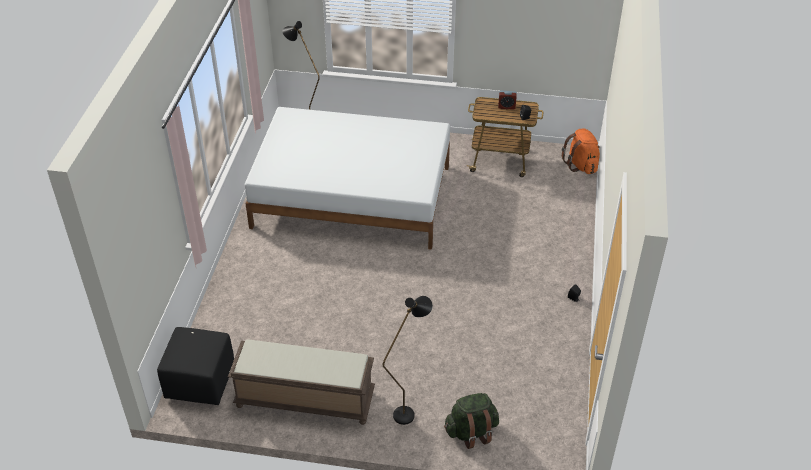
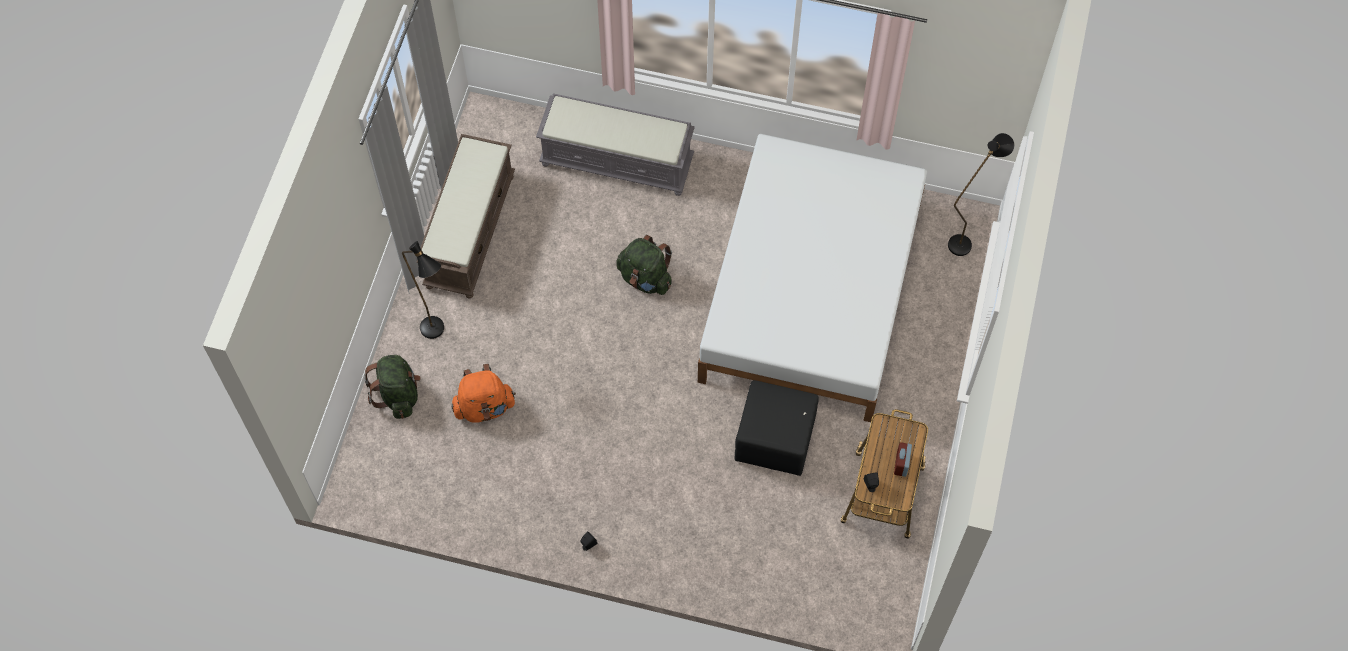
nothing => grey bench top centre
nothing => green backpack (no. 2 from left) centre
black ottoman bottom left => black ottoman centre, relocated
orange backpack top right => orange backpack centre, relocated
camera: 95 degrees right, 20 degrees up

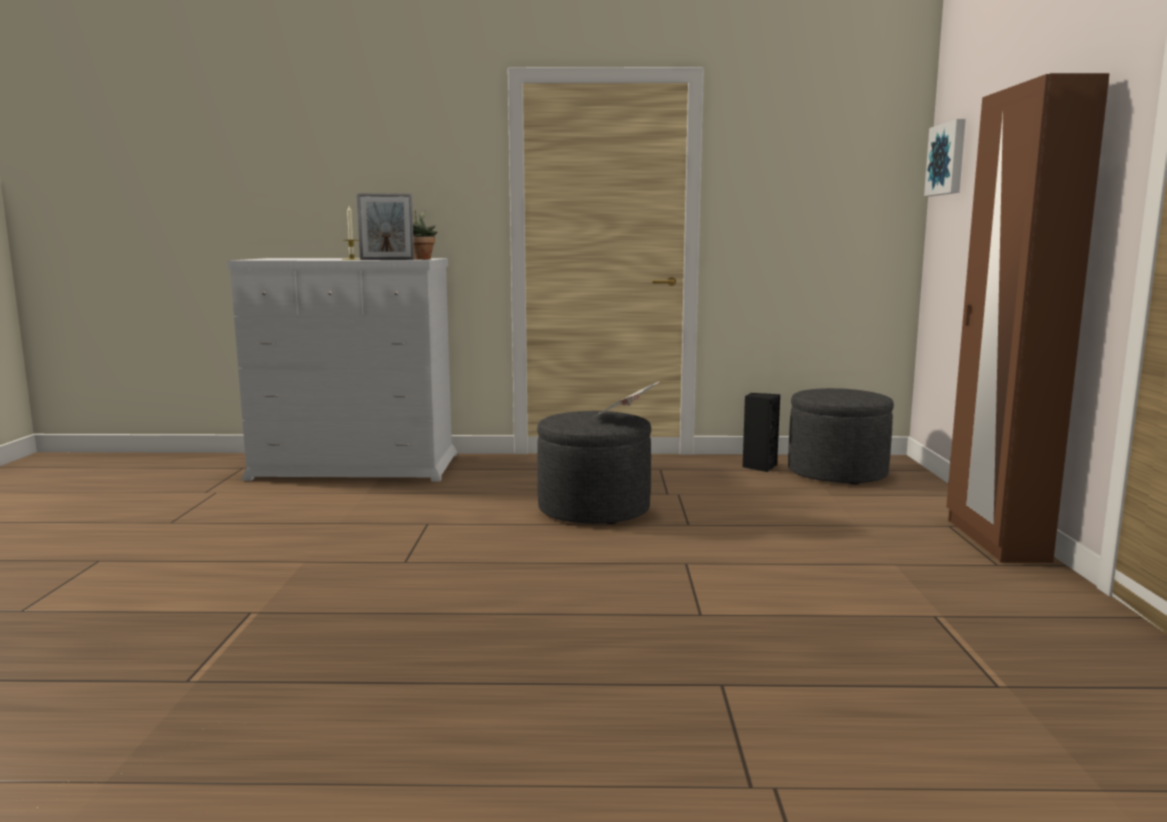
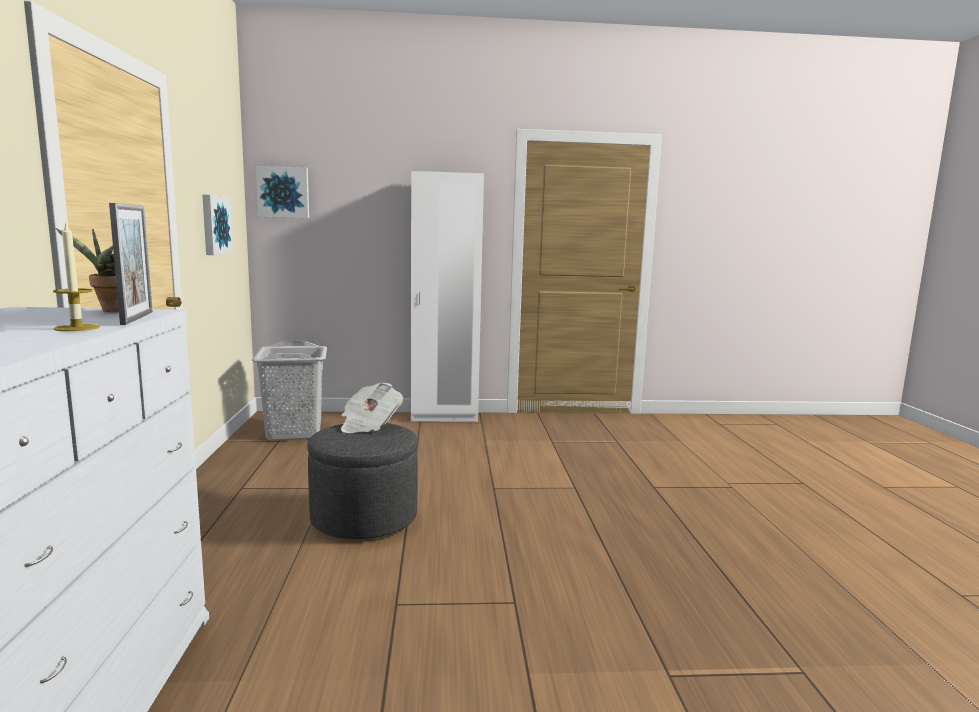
black speaker centre => nothing
nothing => picture (no. 1 from left) top left
grey ottoman (no. 2 from left) middle right => grey laundry basket middle left
brown wardrobe middle right => white wardrobe centre
camera: 95 degrees left, 0 degrees up

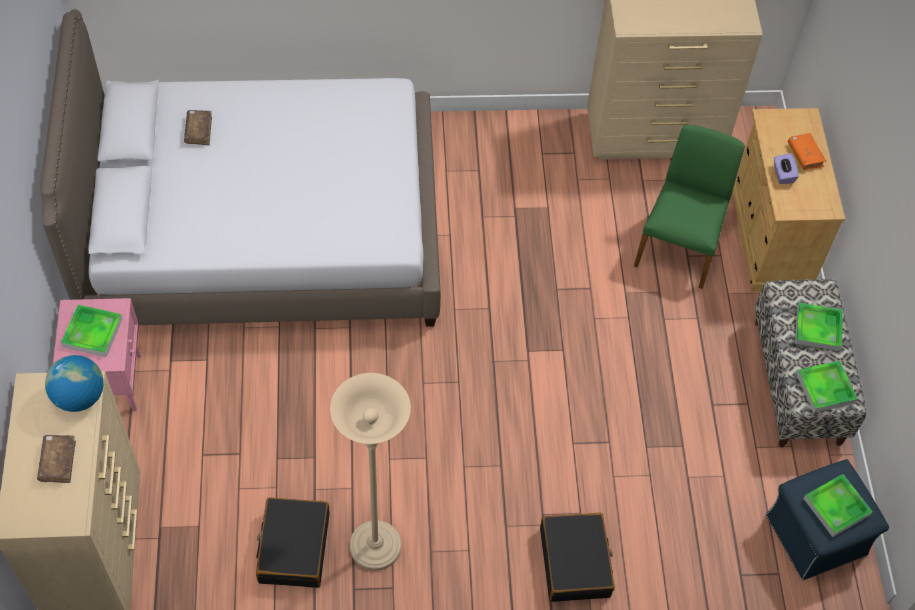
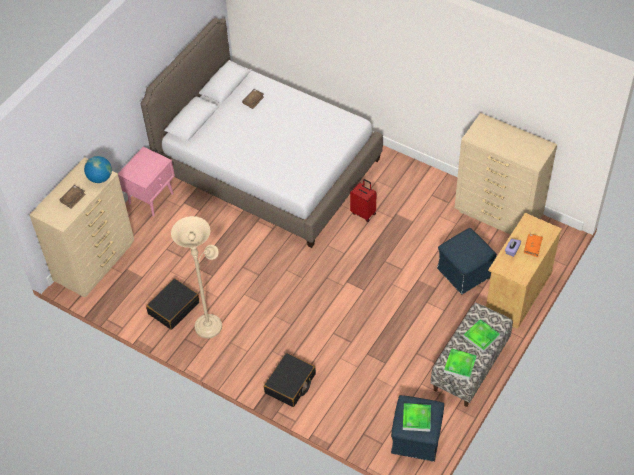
tray (no. 1 from left) middle left => nothing
nothing => red suitcase centre
green chair middle right => blue ottoman (no. 2 from left) middle right
camera: 40 degrees right, 5 degrees down

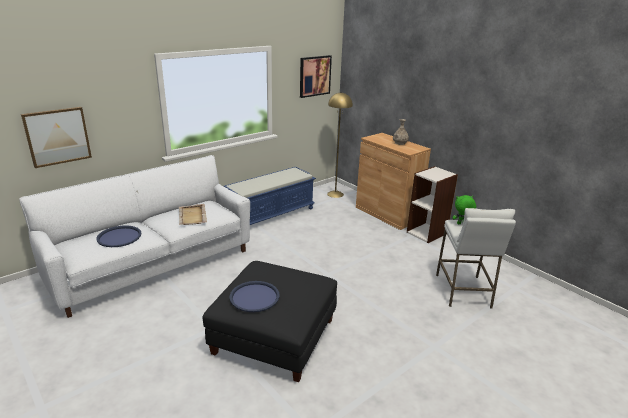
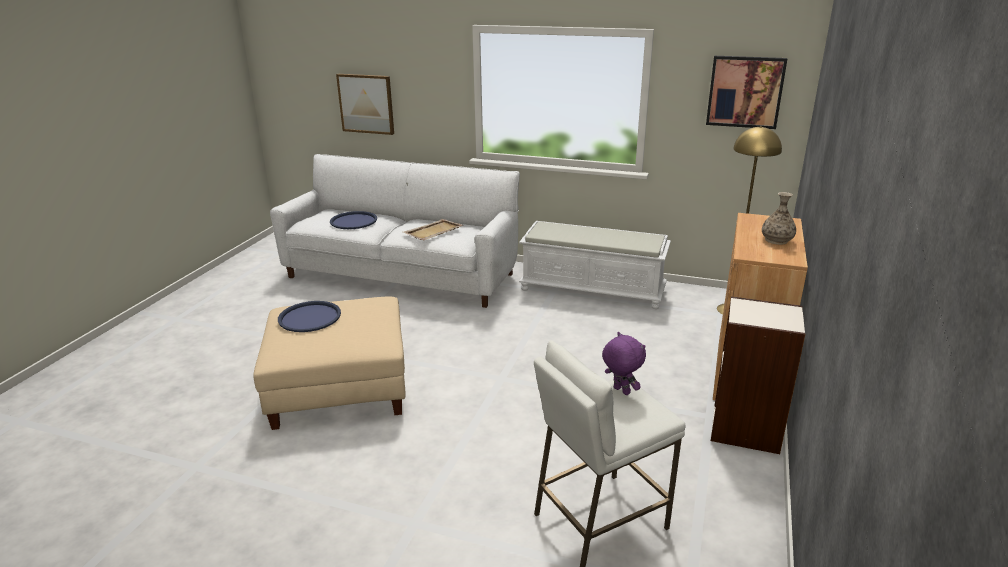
black ottoman bottom centre => beige ottoman middle left
blue bench centre => white bench centre
green plush toy middle right => purple plush toy centre
camera: 60 degrees right, 0 degrees up

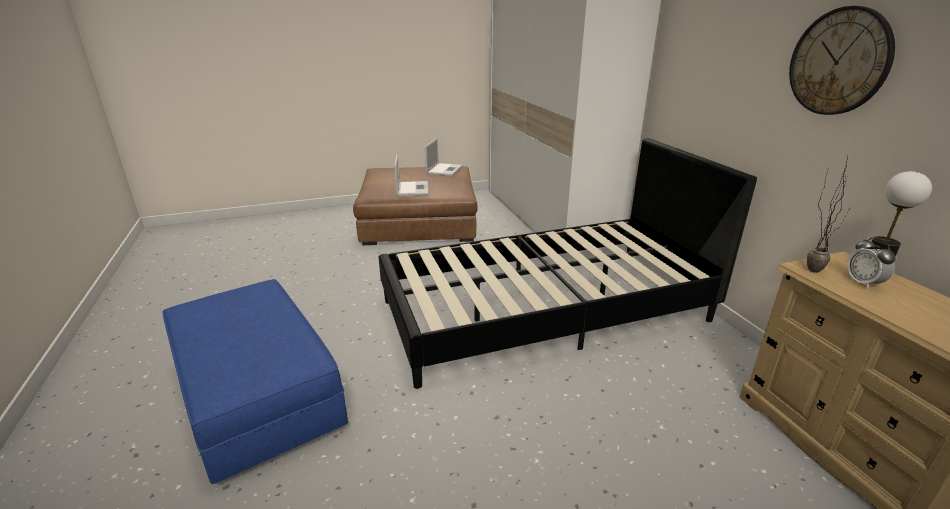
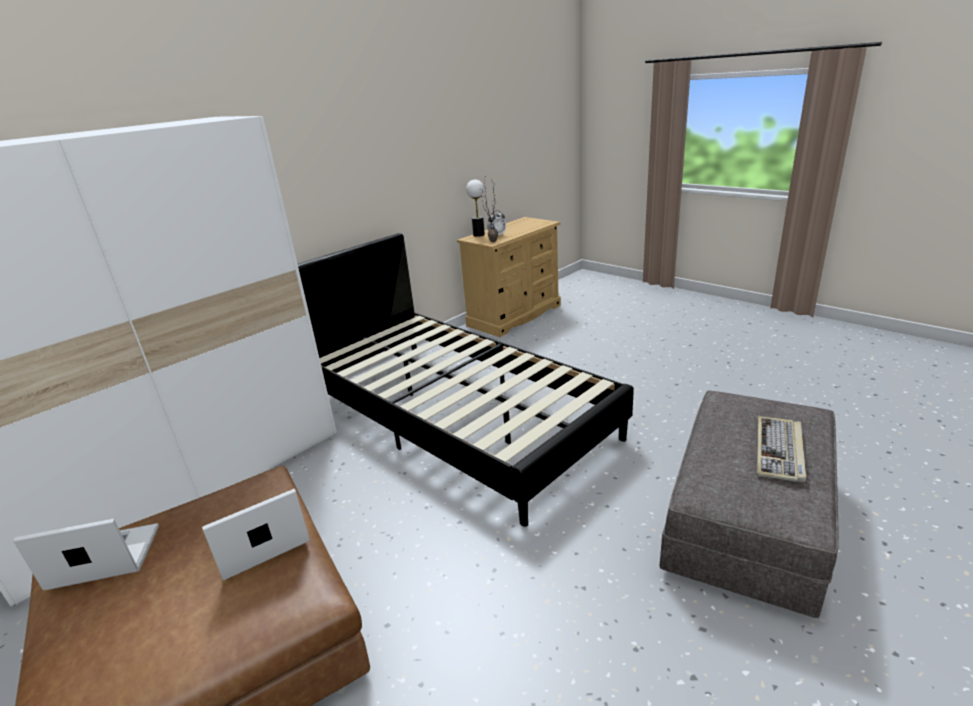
wall clock top right => nothing
nothing => keyboard middle right
blue ottoman bottom left => grey ottoman bottom right
camera: 115 degrees left, 0 degrees up

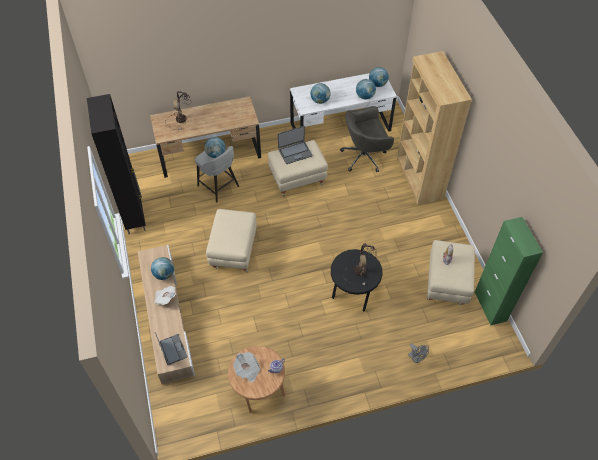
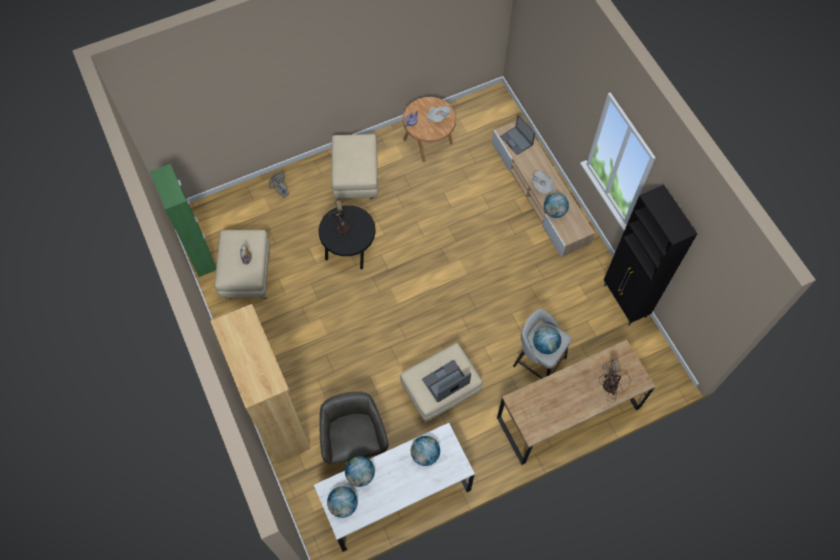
beige ottoman (no. 1 from left in the first image) centre => beige ottoman (no. 2 from left) top centre, relocated
grey office chair top centre => grey office chair bottom centre, 75 degrees counterclockwise
camera: 170 degrees right, 10 degrees up

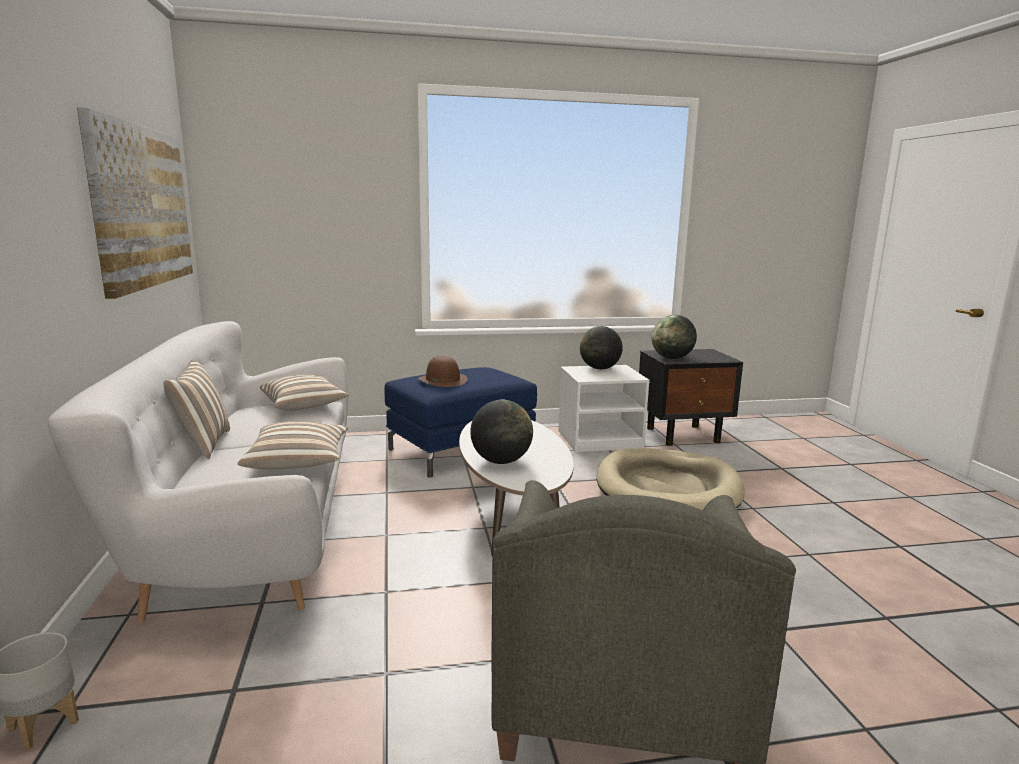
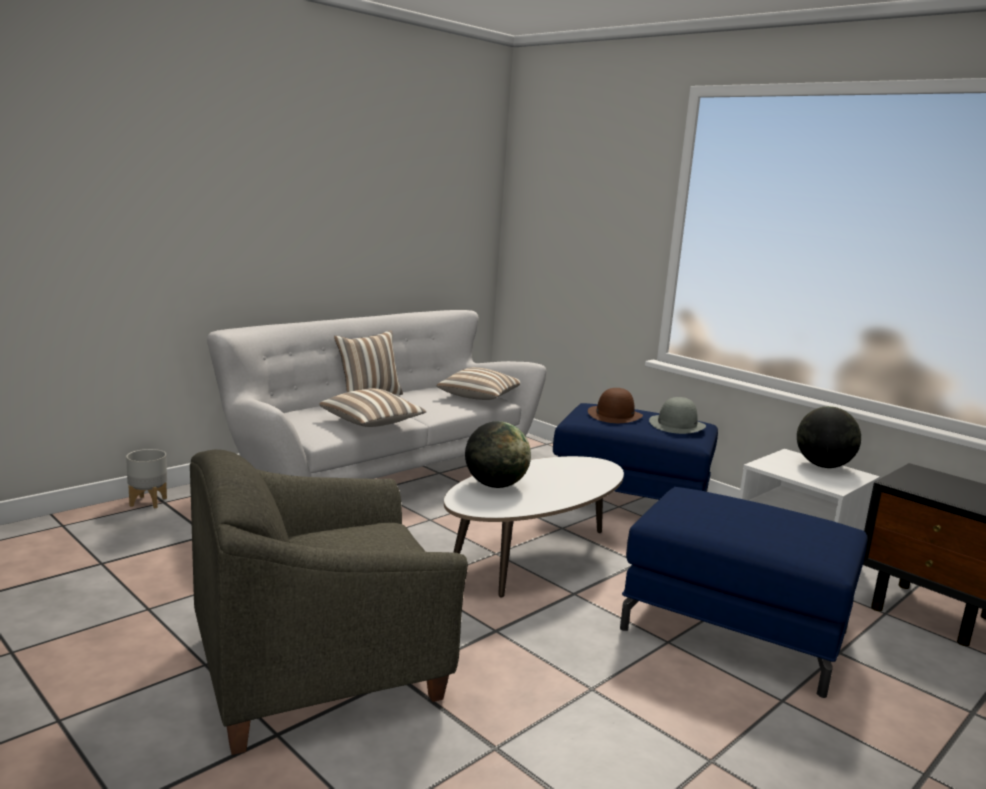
picture top left => nothing
globe (no. 3 from left) centre => nothing
nothing => grey hat middle right
beige dog bed centre => blue ottoman (no. 2 from left) bottom right
camera: 55 degrees right, 0 degrees up

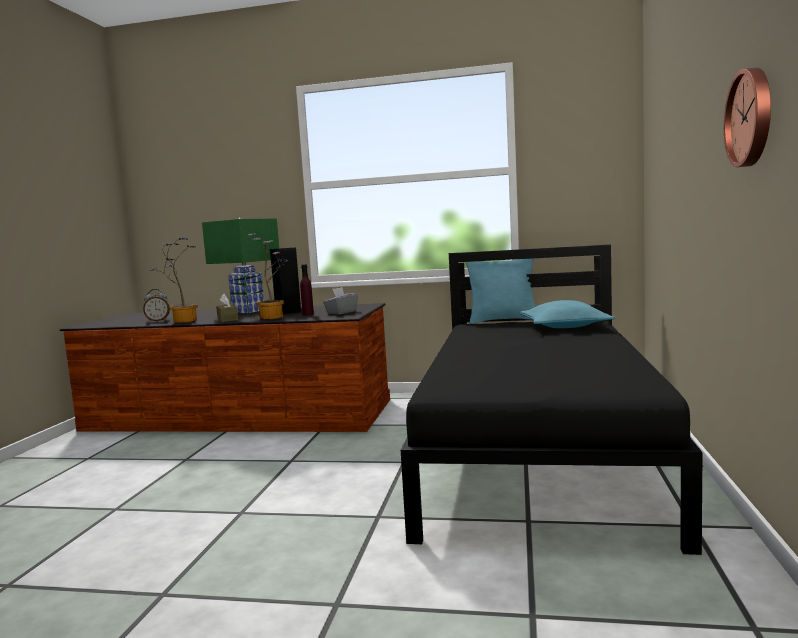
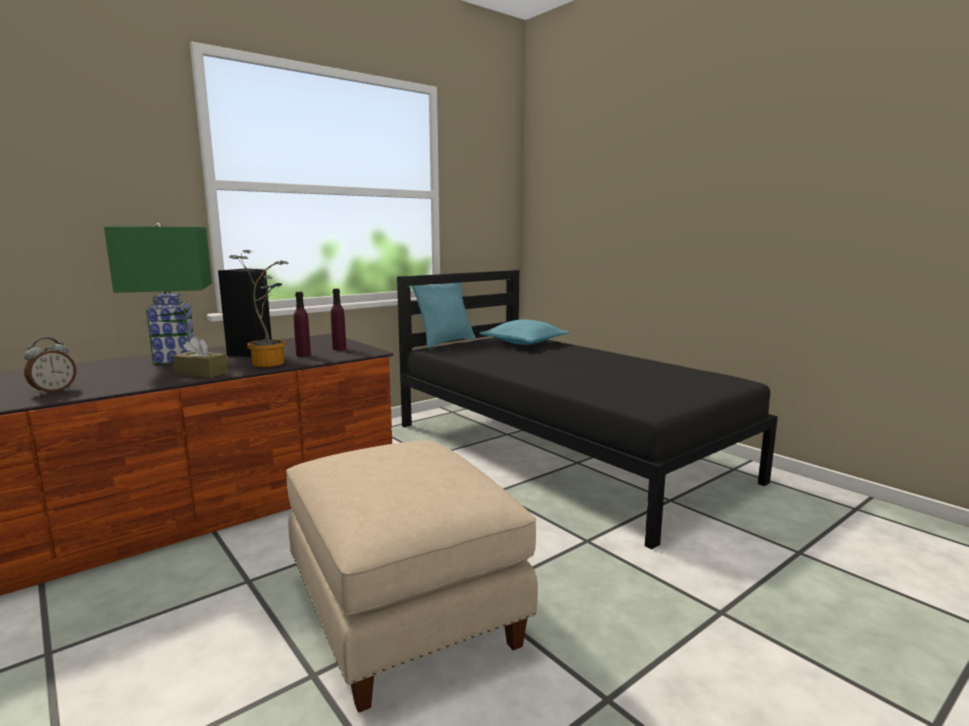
potted plant (no. 1 from left) middle left => nothing
wall clock top right => nothing
nothing => beige ottoman bottom centre
grey tissue box centre => purple bottle (no. 2 from left) centre
camera: 50 degrees left, 5 degrees up

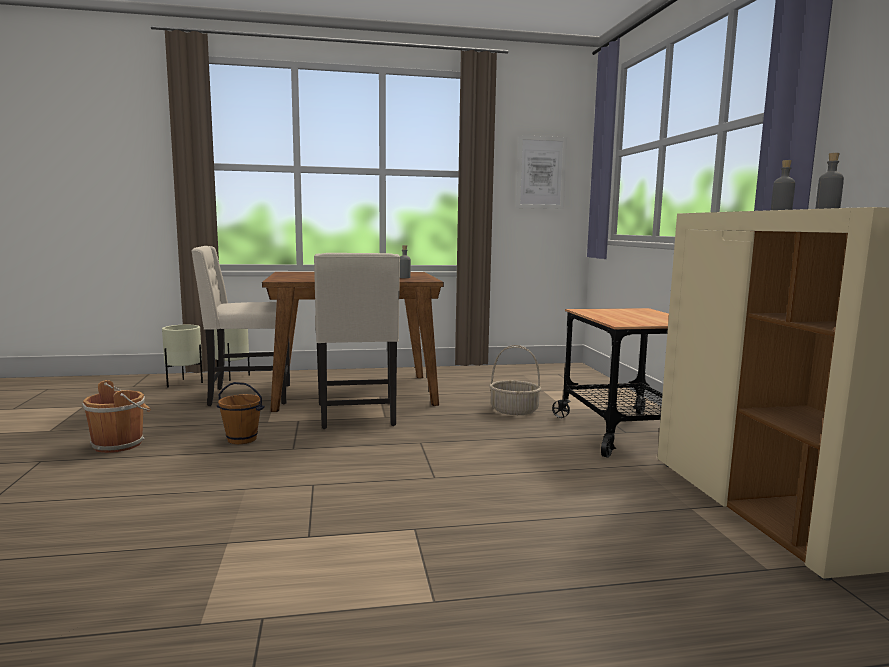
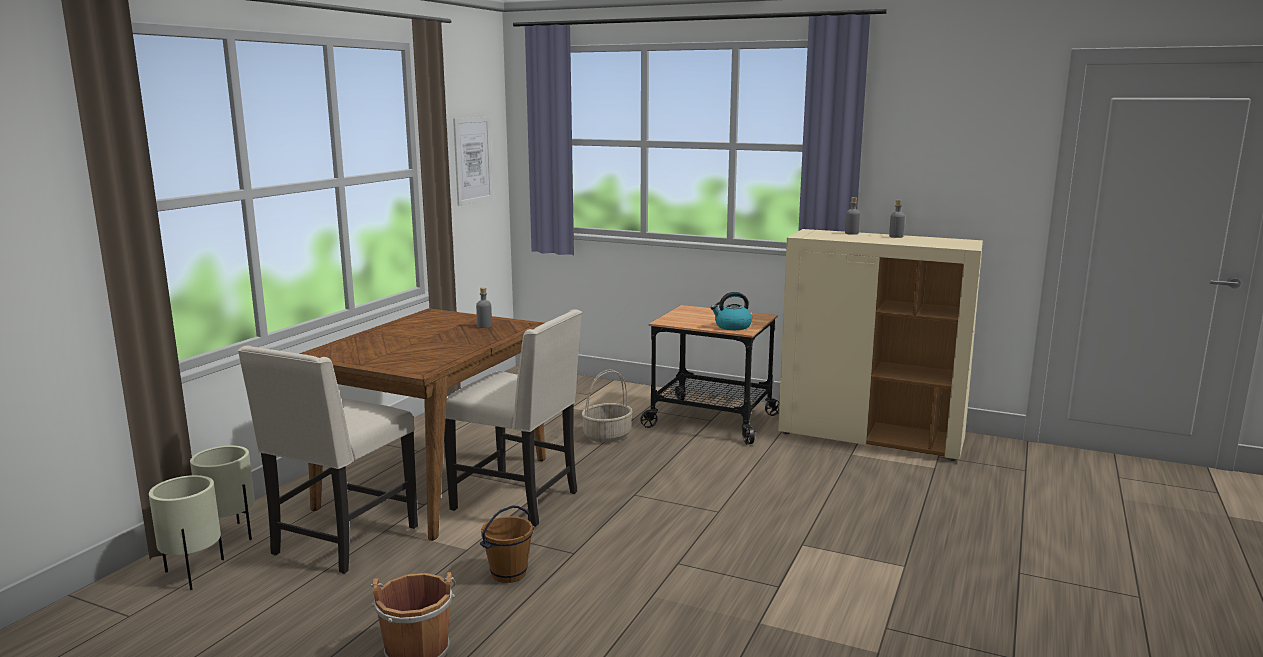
nothing => kettle centre
camera: 55 degrees left, 5 degrees up

